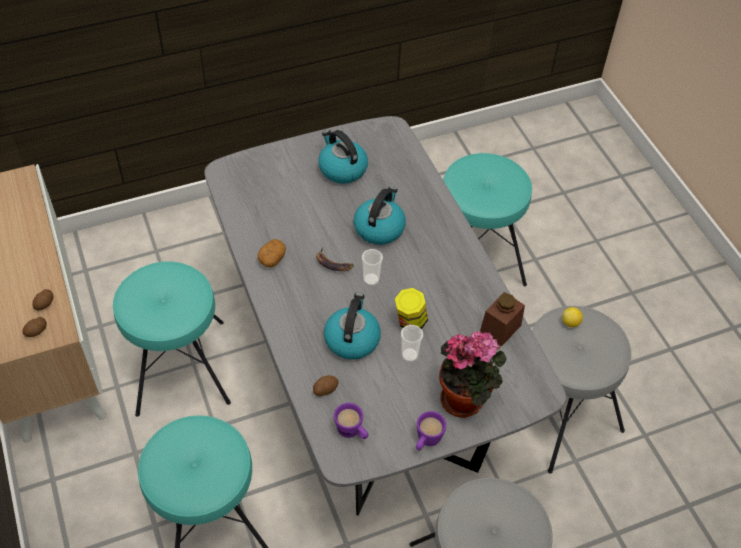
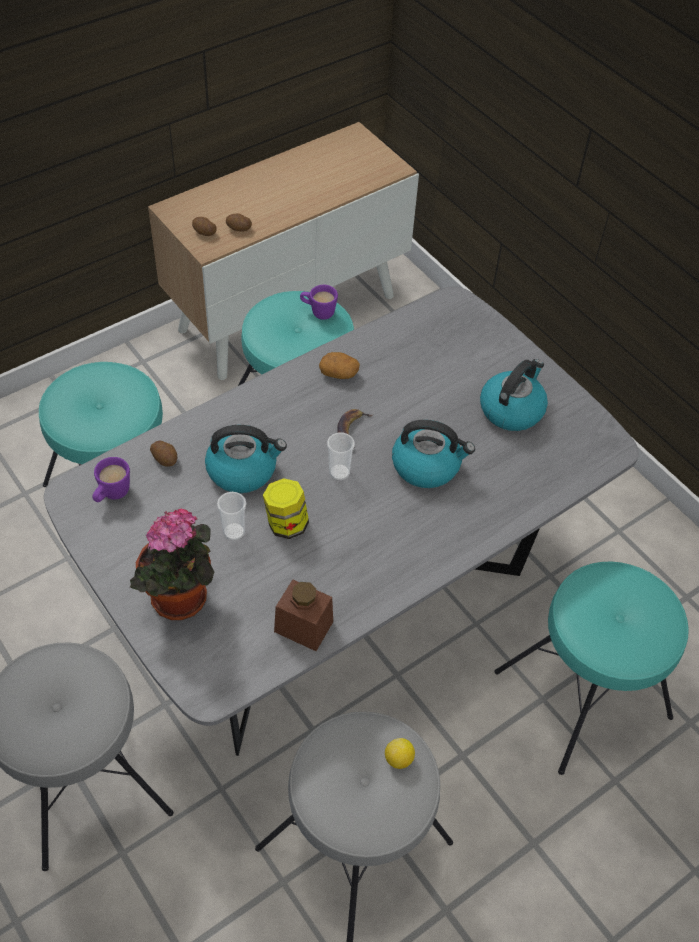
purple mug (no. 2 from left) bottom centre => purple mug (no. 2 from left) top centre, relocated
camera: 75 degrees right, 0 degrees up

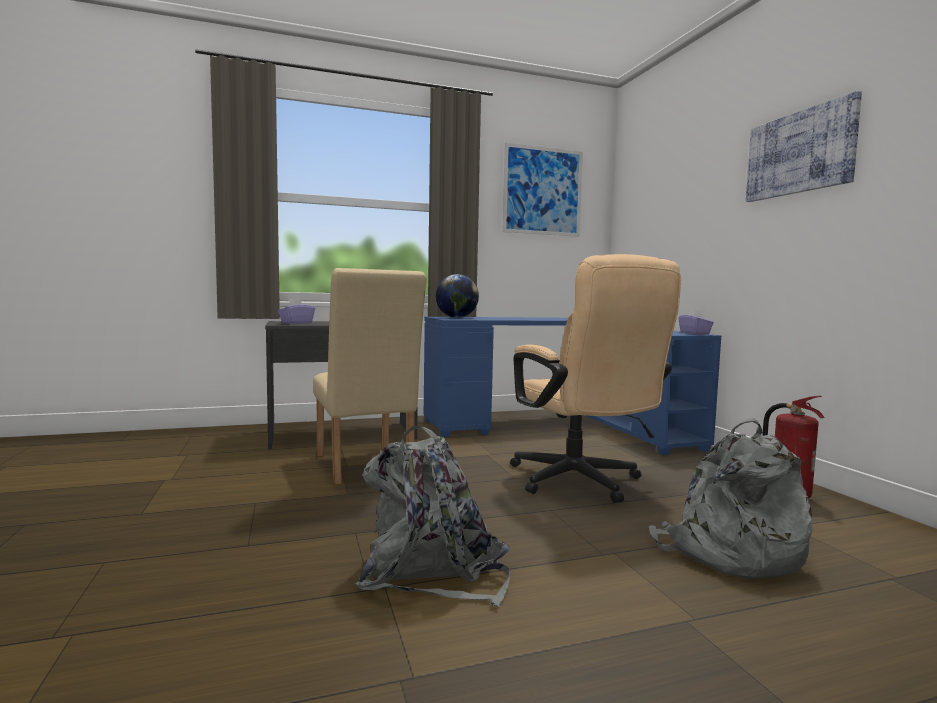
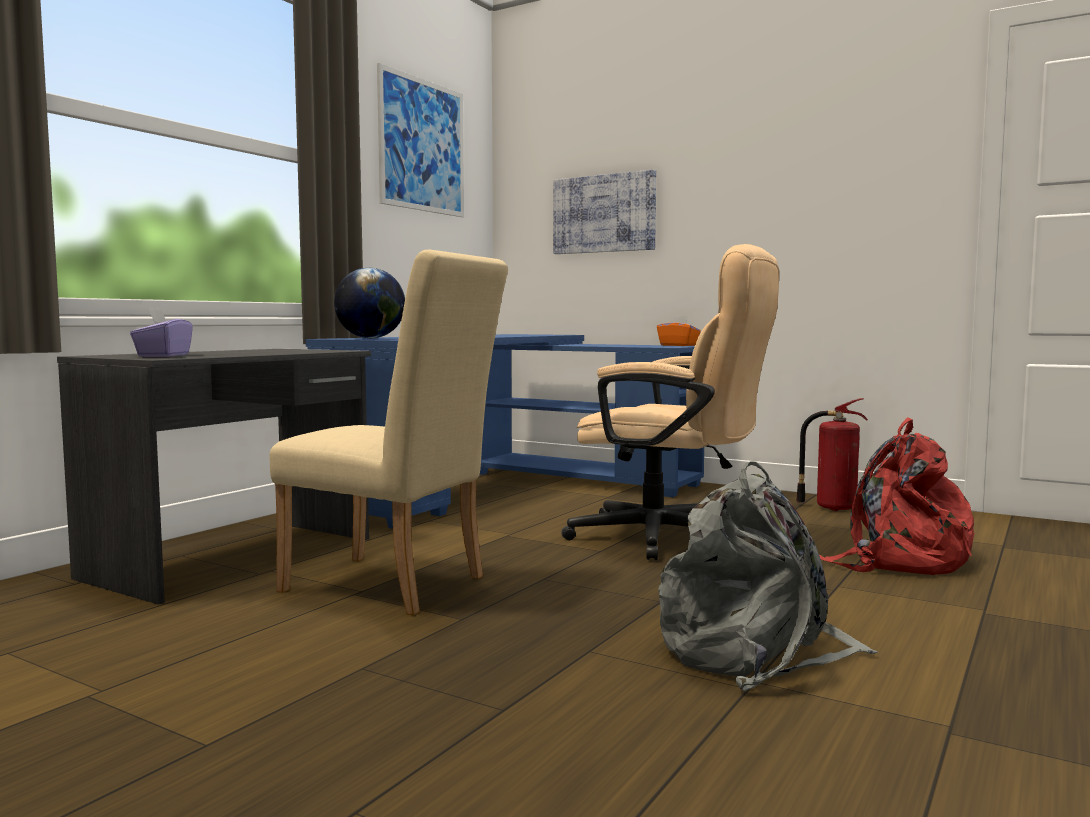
picture (no. 2 from left) top right => picture (no. 2 from left) top centre, relocated
grey backpack (no. 2 from left) bottom right => red backpack middle right
purple tissue box (no. 2 from left) middle right => orange tissue box centre
camera: 40 degrees left, 0 degrees up

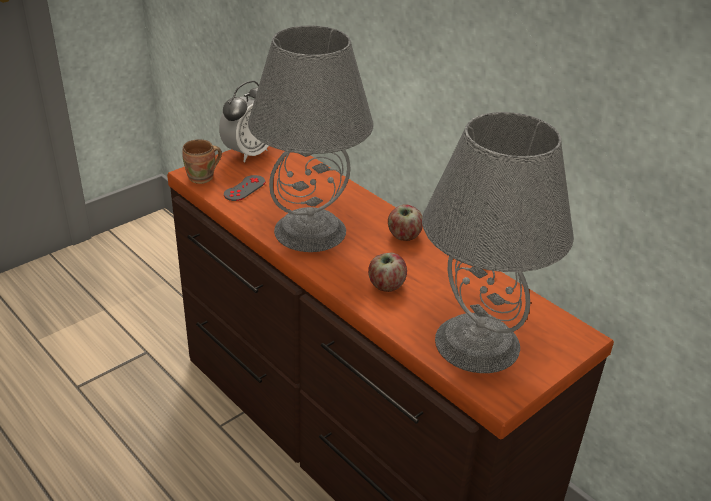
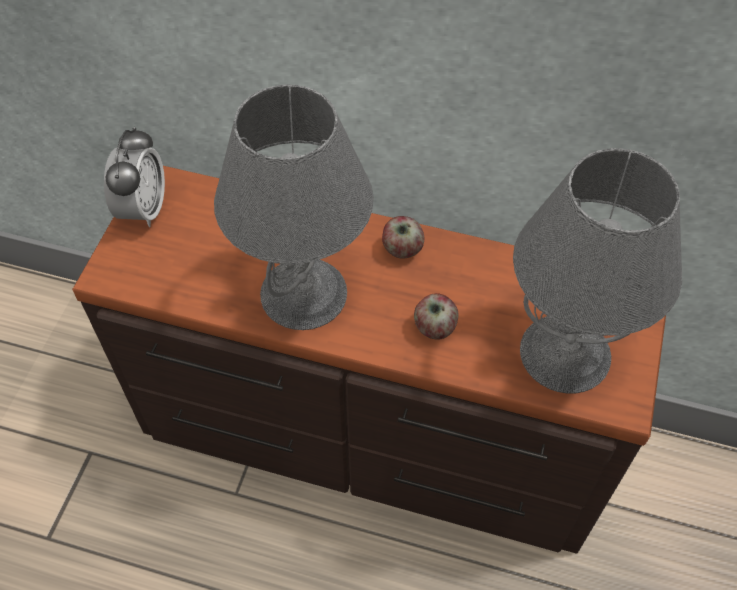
brown mug top left => nothing
grey game controller centre => nothing
camera: 30 degrees left, 20 degrees up

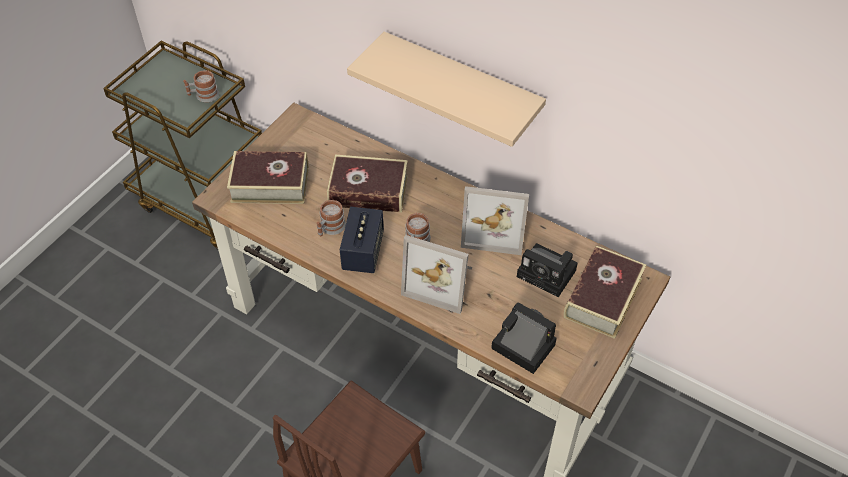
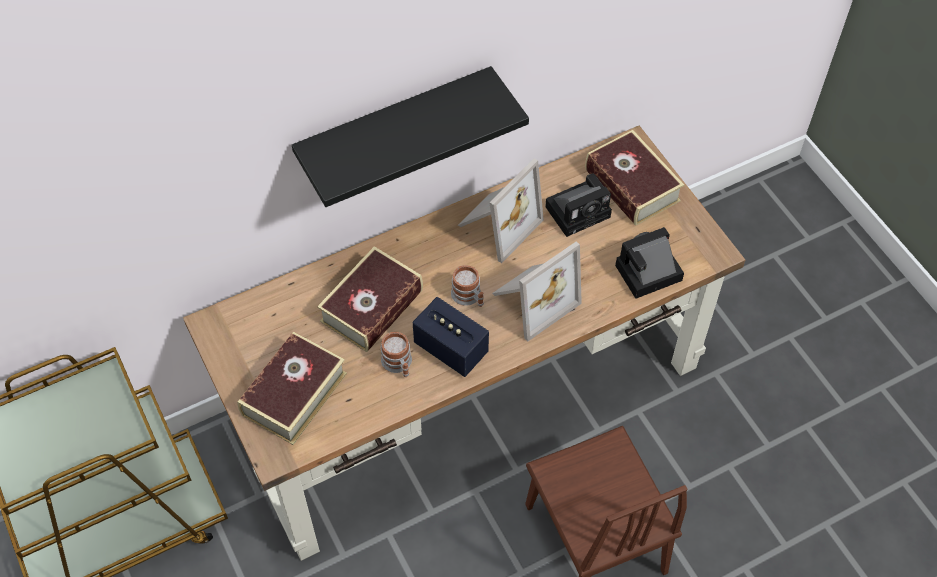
mug (no. 1 from left) top left => nothing
beige shelf top centre => black shelf top centre
camera: 60 degrees left, 5 degrees up

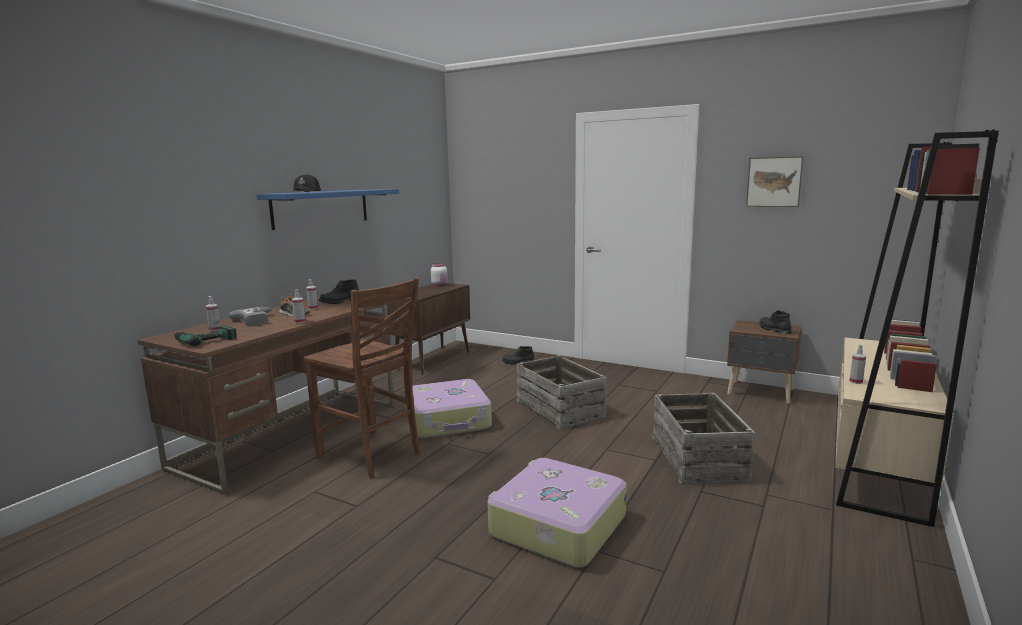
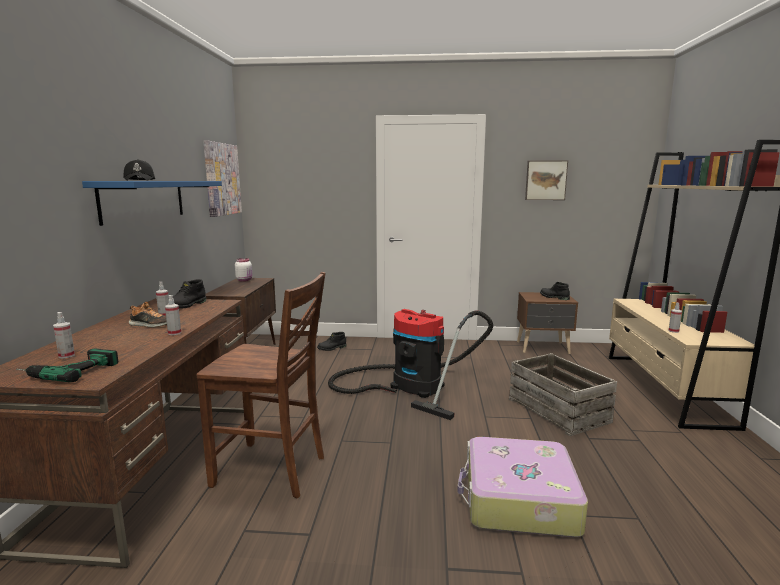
power drill (no. 2 from left) middle left => nothing
suitcase (no. 1 from left) centre => nothing
nothing => picture (no. 1 from left) top left
crate (no. 1 from left) centre => vacuum cleaner centre
camera: 25 degrees left, 0 degrees up

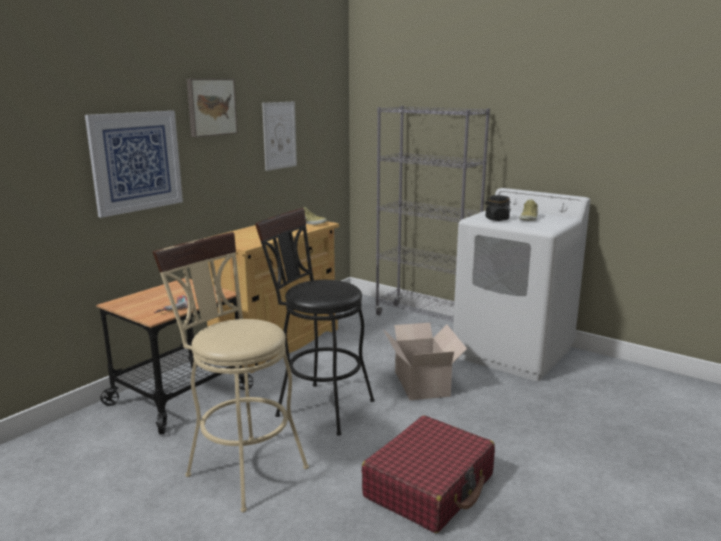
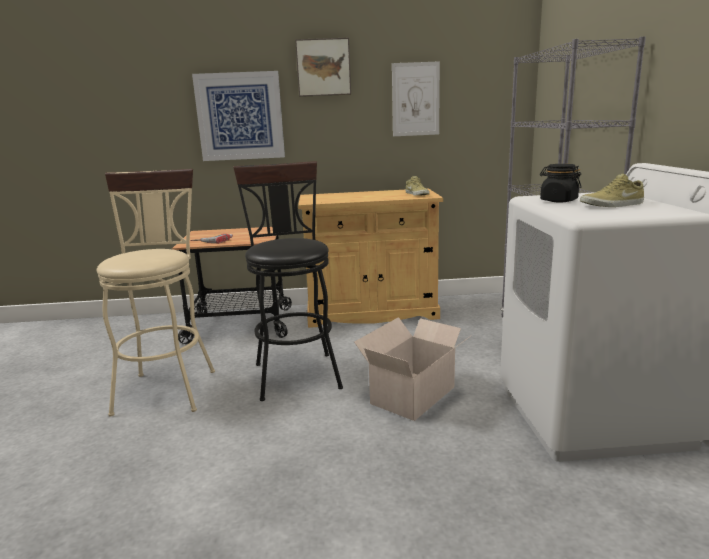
red suitcase bottom centre => nothing
camera: 50 degrees right, 0 degrees up

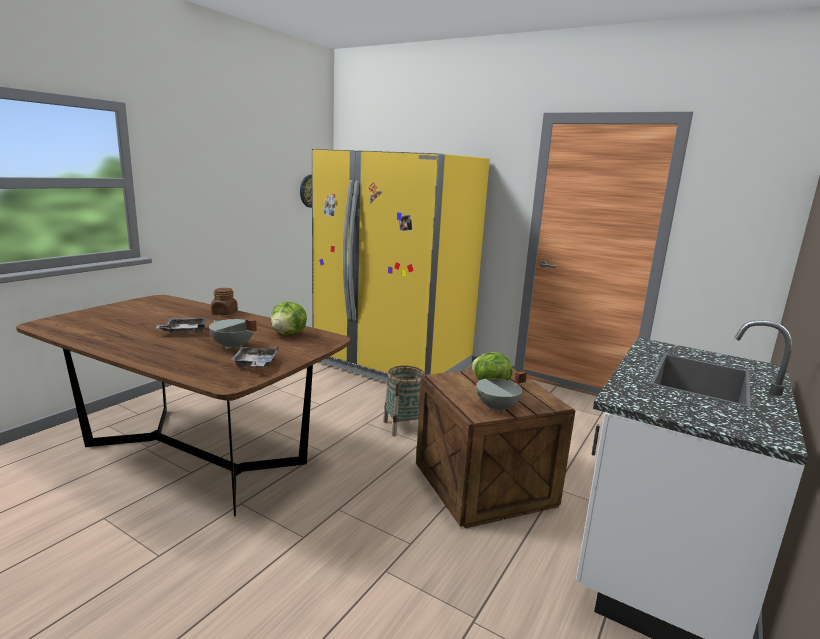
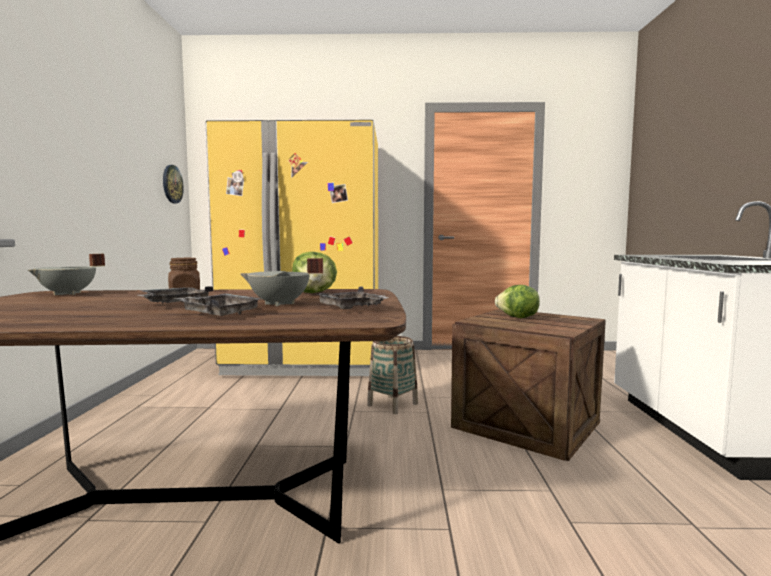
nothing => grey tray (no. 2 from left) middle left
grey cooking pot (no. 2 from left in the first image) centre => grey cooking pot (no. 1 from left) middle left, relocated
camera: 30 degrees left, 10 degrees down

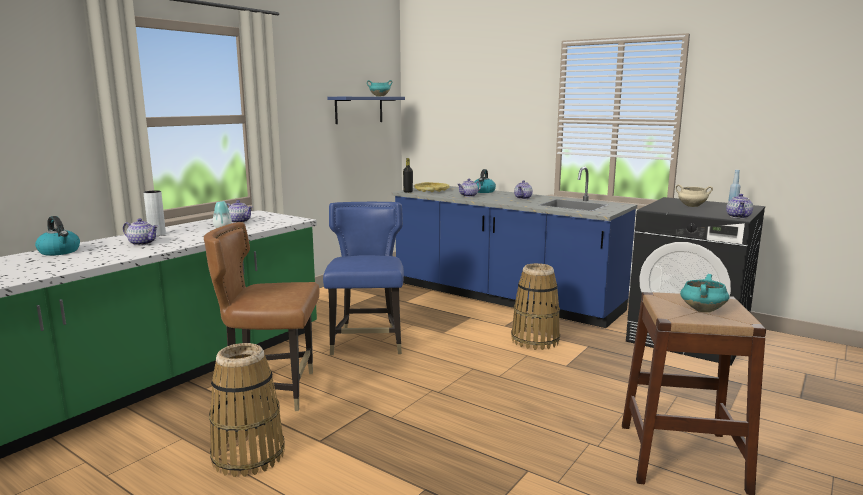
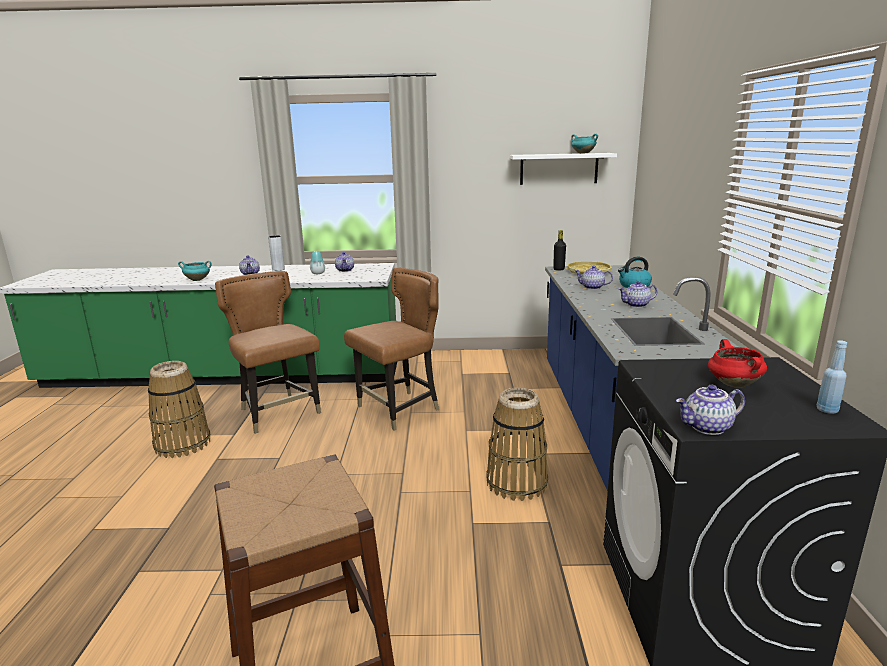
kettle (no. 1 from left) middle left => nothing
turquoise cooking pot (no. 2 from left in the first image) middle right => turquoise cooking pot (no. 1 from left) middle left, relocated
blue chair centre => brown chair (no. 2 from left) centre
blue shelf top centre => white shelf top centre
beige cooking pot middle right => red cooking pot middle right
camera: 55 degrees right, 5 degrees up

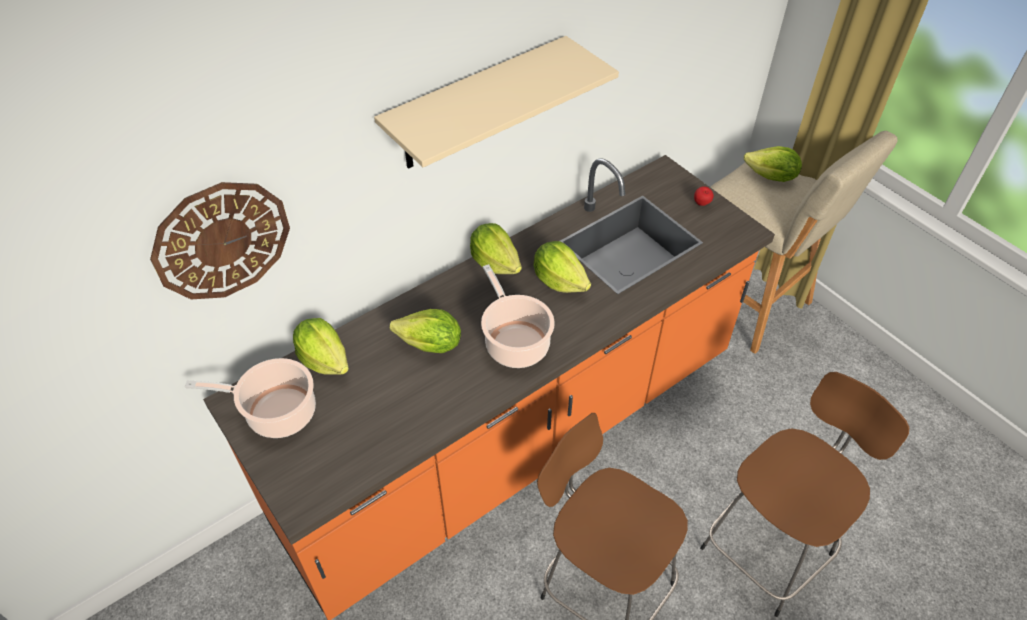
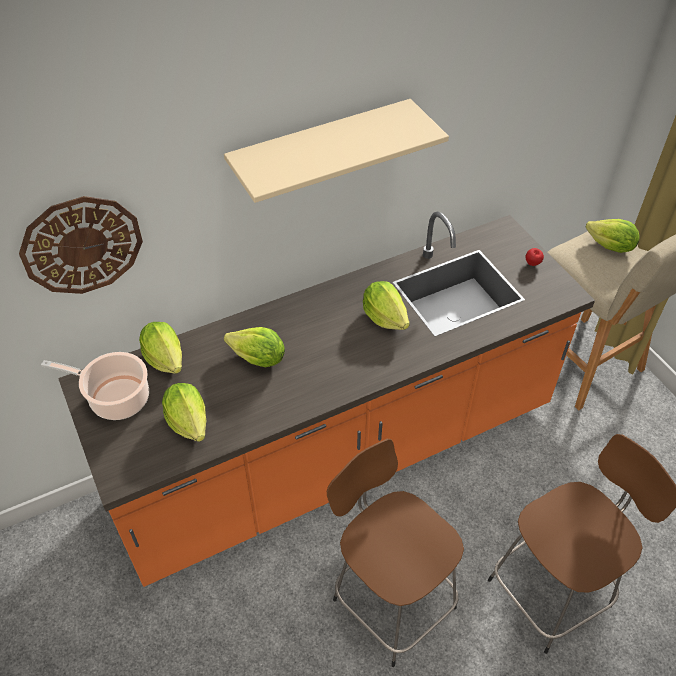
cooking pot (no. 2 from left) centre => nothing
lettuce (no. 3 from left in the first image) centre => lettuce (no. 2 from left) middle left, relocated
camera: 10 degrees right, 0 degrees up

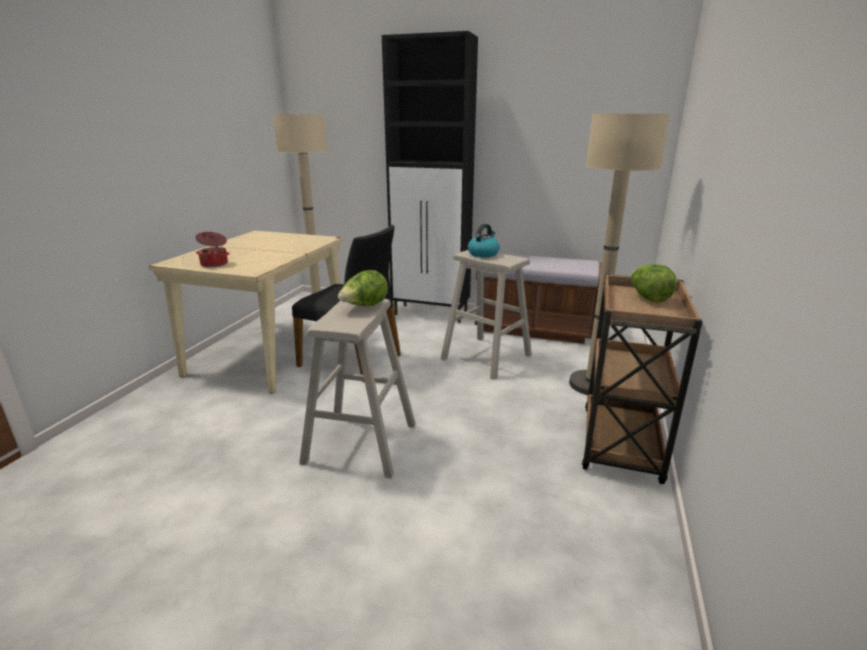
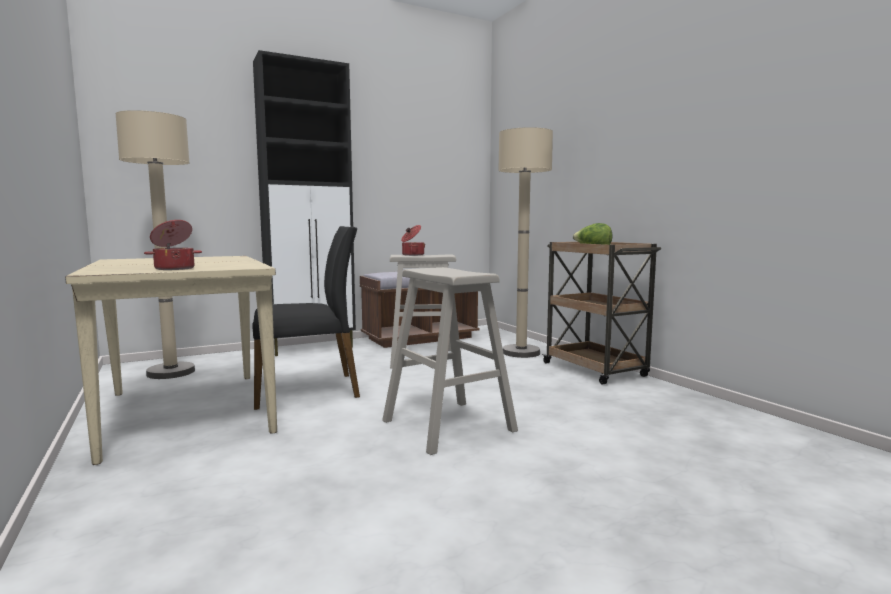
lettuce (no. 1 from left) centre => nothing
kettle centre => cooking pot (no. 2 from left) centre
camera: 45 degrees left, 15 degrees down

